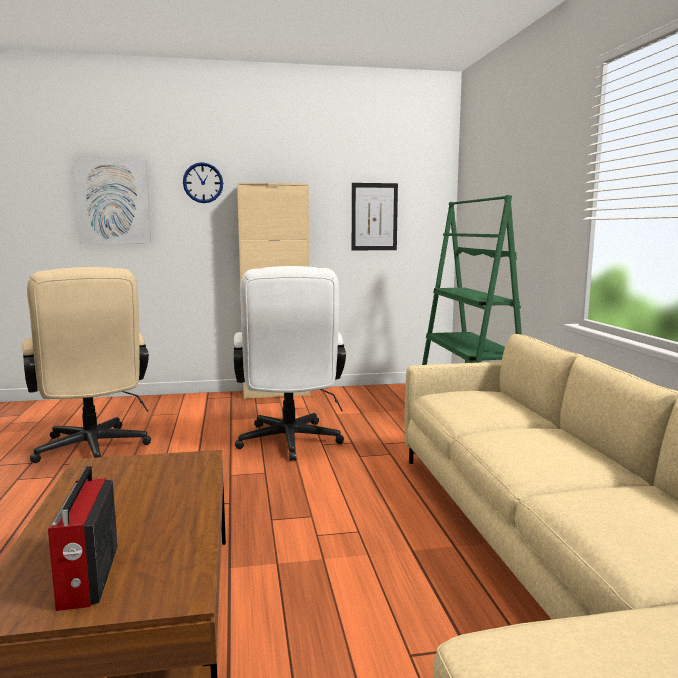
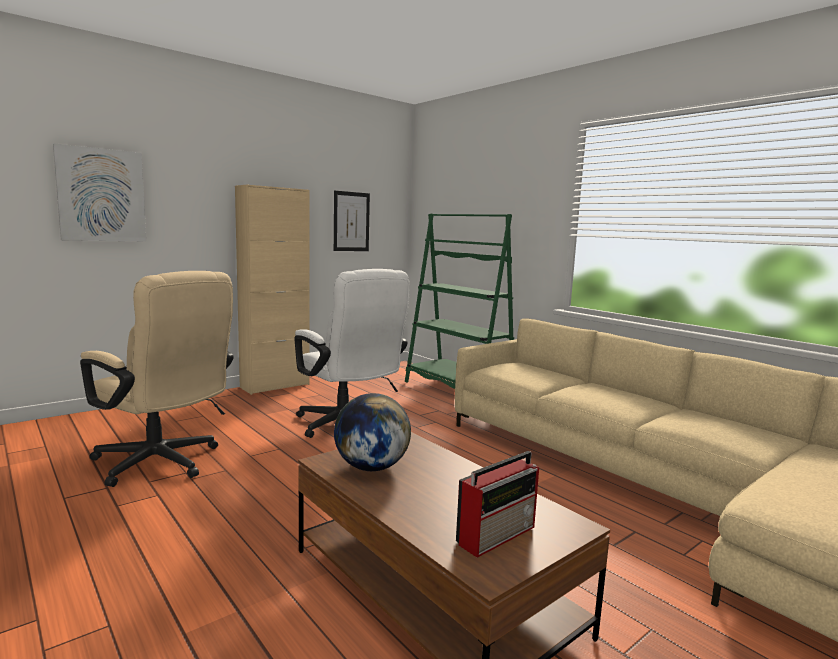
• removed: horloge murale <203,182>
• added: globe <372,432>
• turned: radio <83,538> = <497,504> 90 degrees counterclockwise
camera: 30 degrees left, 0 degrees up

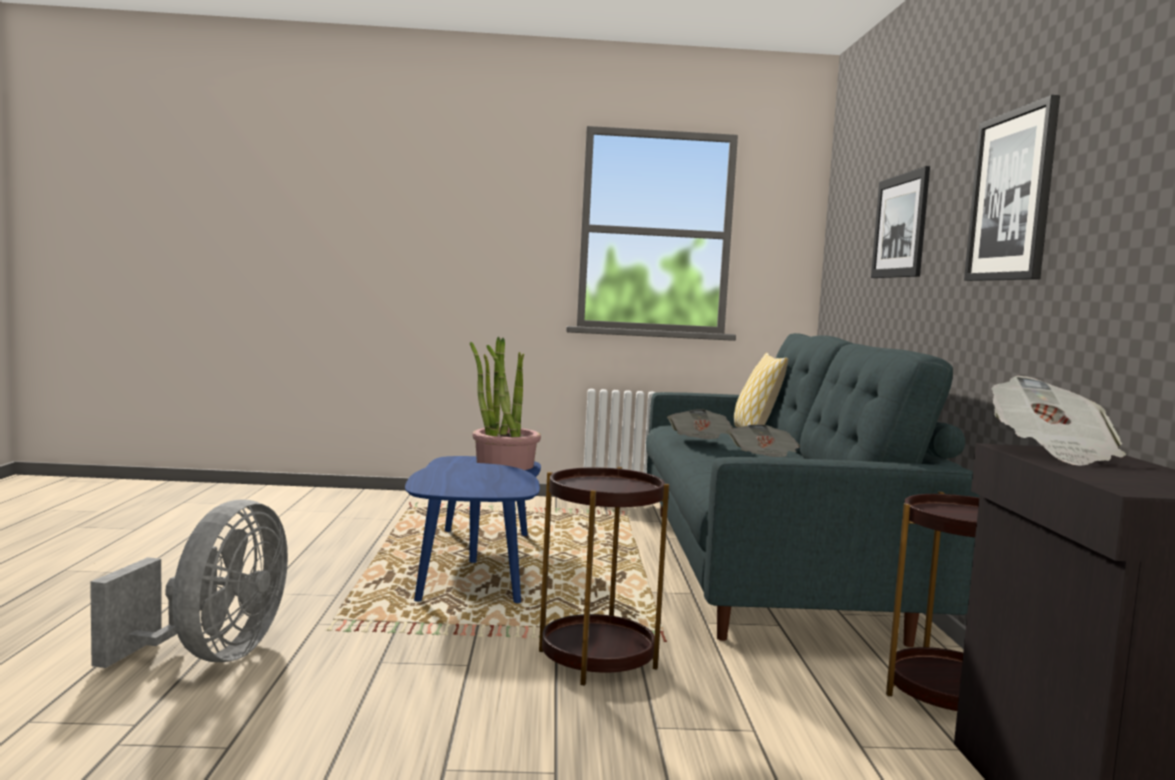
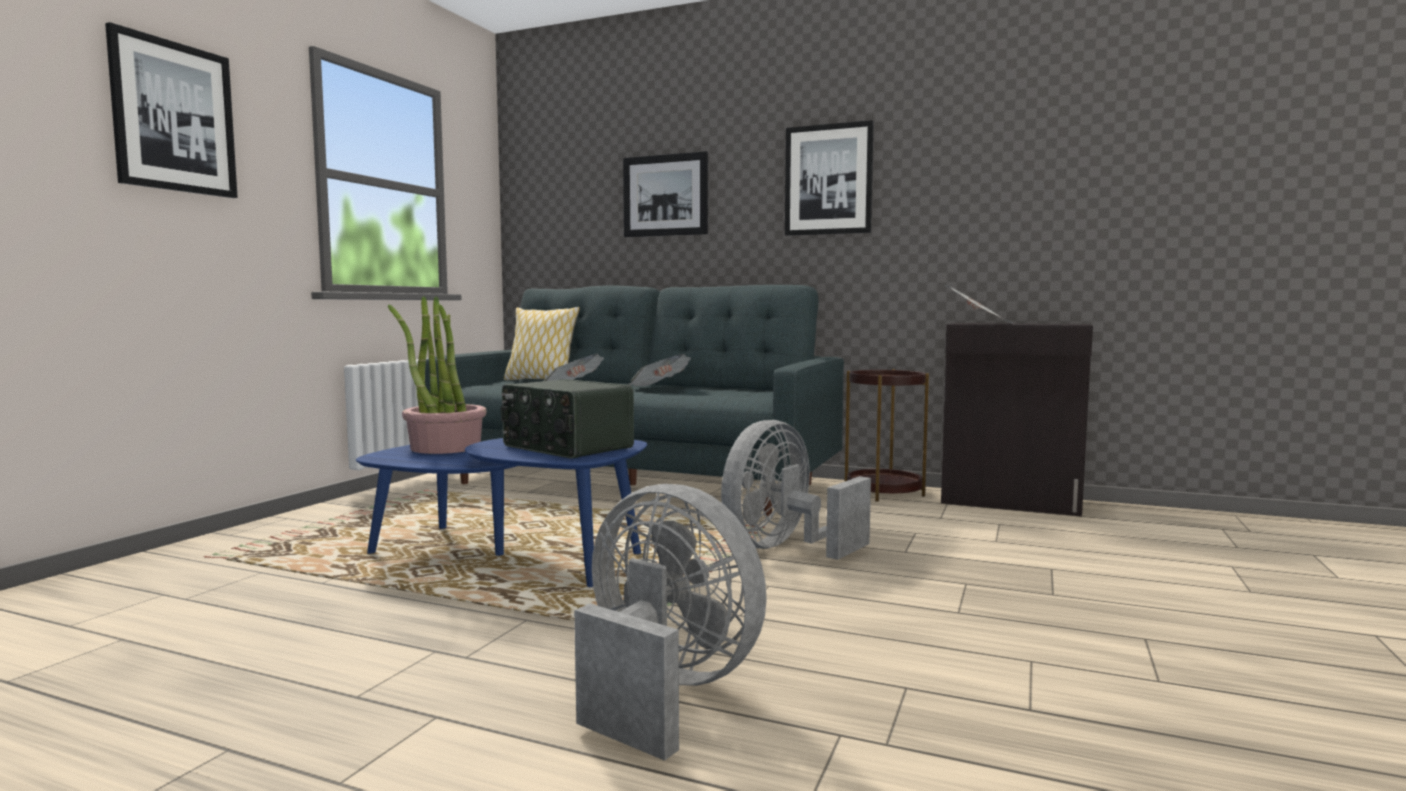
• added: tableau <171,110>
• added: radio <567,419>
• replaced: table d'appoint (marron) <604,576> to ventilateur (gris) <796,490>
camera: 65 degrees left, 0 degrees up

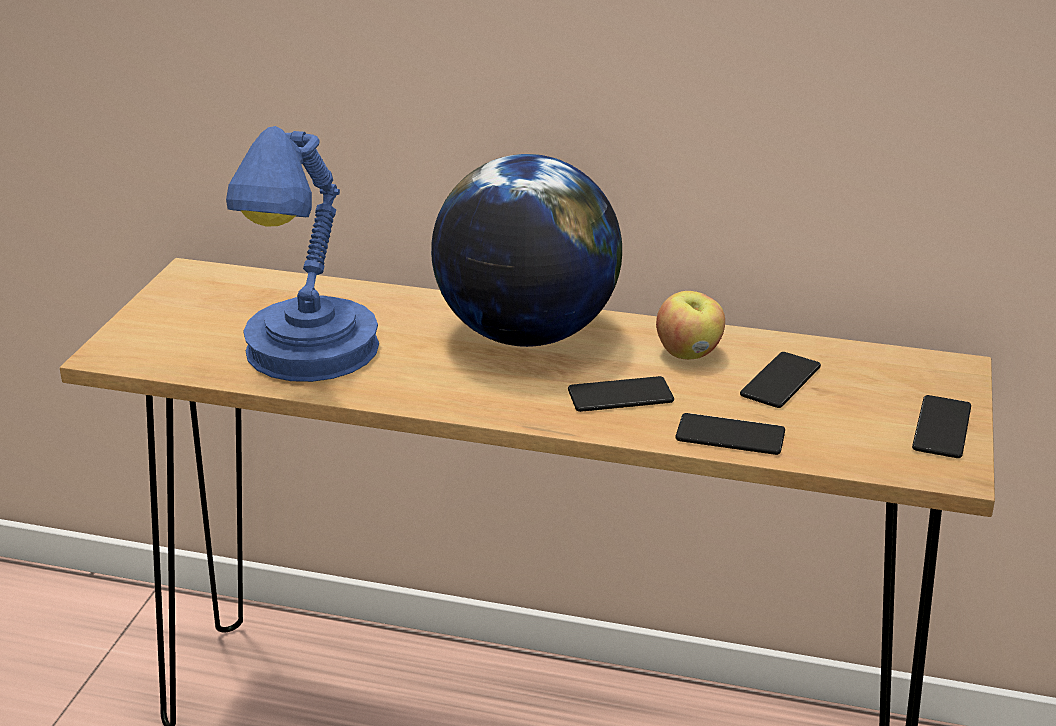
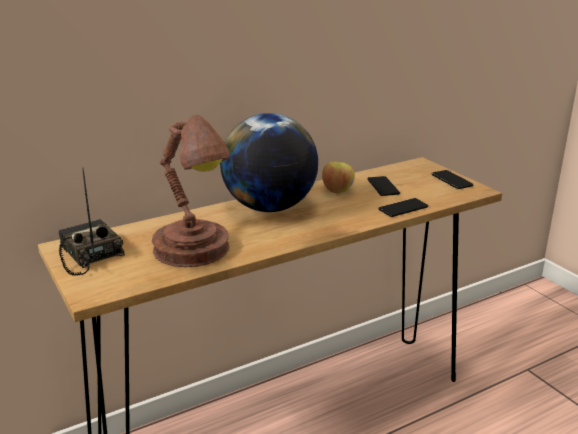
• removed: téléphone <621,394>
• added: radio <92,221>
• recoloured: lampe de table (bleu) <302,254> to lampe de table (marron) <190,191>
camera: 45 degrees left, 5 degrees down

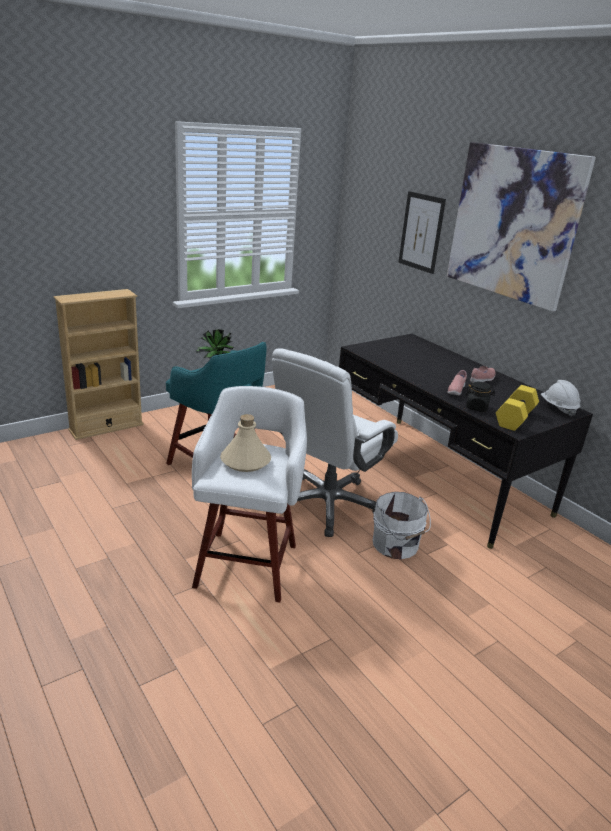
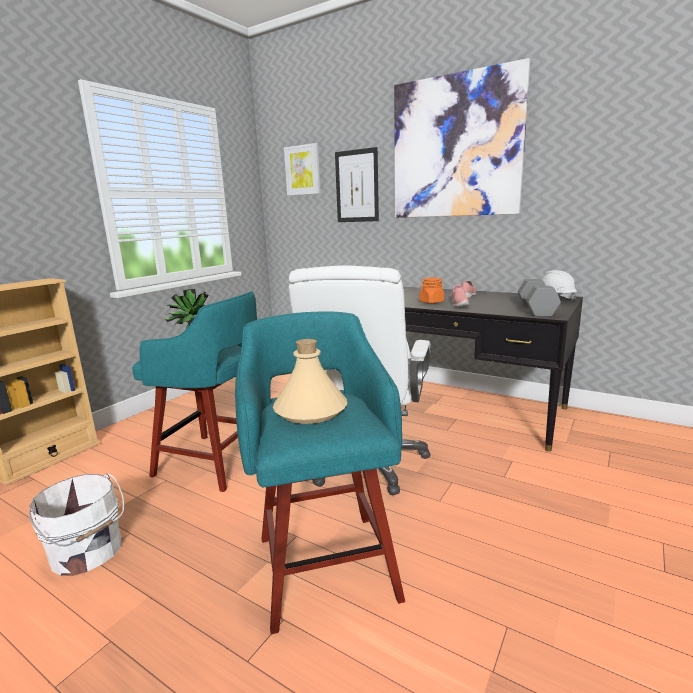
• removed: bocal (noir) <480,397>
• added: tableau <302,169>
• added: bocal (orange) <431,291>
• moved: seau (blanc) <402,525> to <76,524>
• recoloured: tabouret (blanc) <249,494> to tabouret (turquoise) <320,472>
• recoloured: haltère (jaune) <517,408> to haltère (gris) <539,297>
camera: 20 degrees left, 10 degrees down

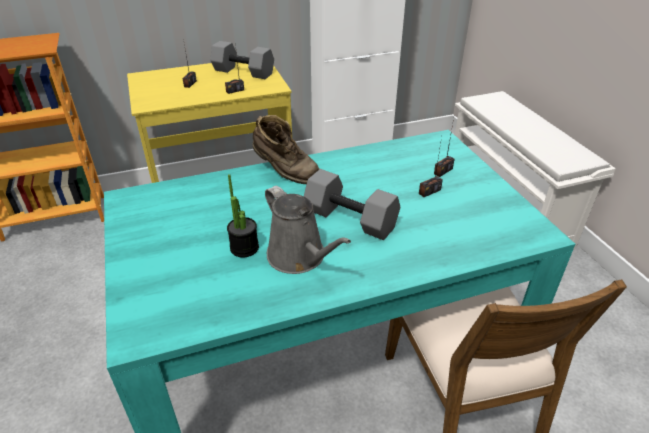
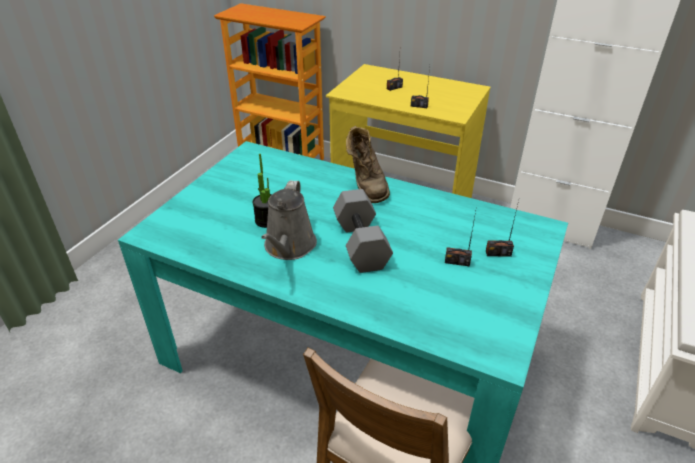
• removed: haltère (gris) <242,60>
camera: 45 degrees right, 0 degrees up

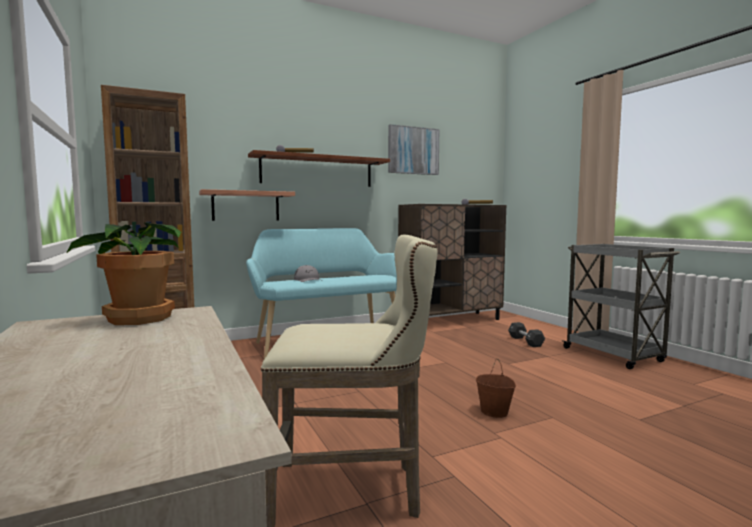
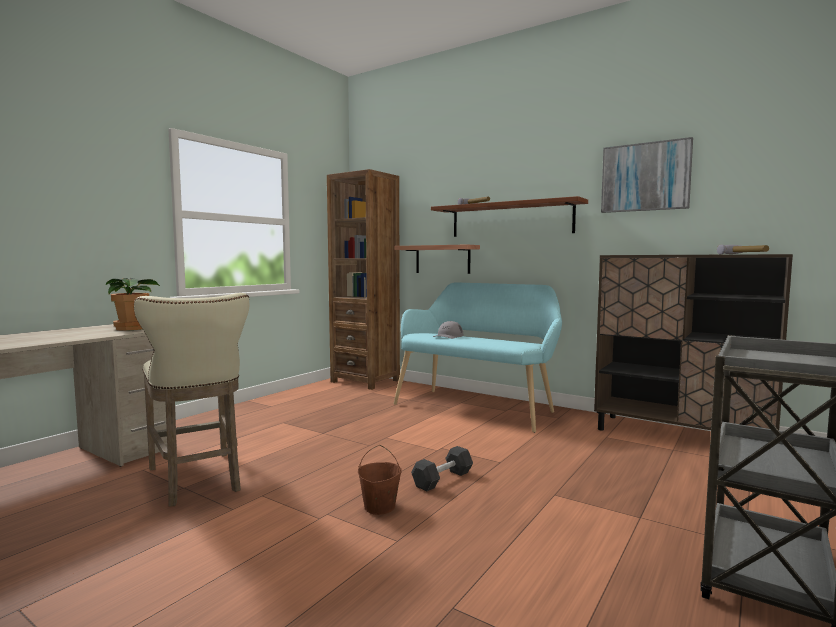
• moved: haltère (noir) <526,334> to <442,468>
camera: 60 degrees right, 0 degrees up

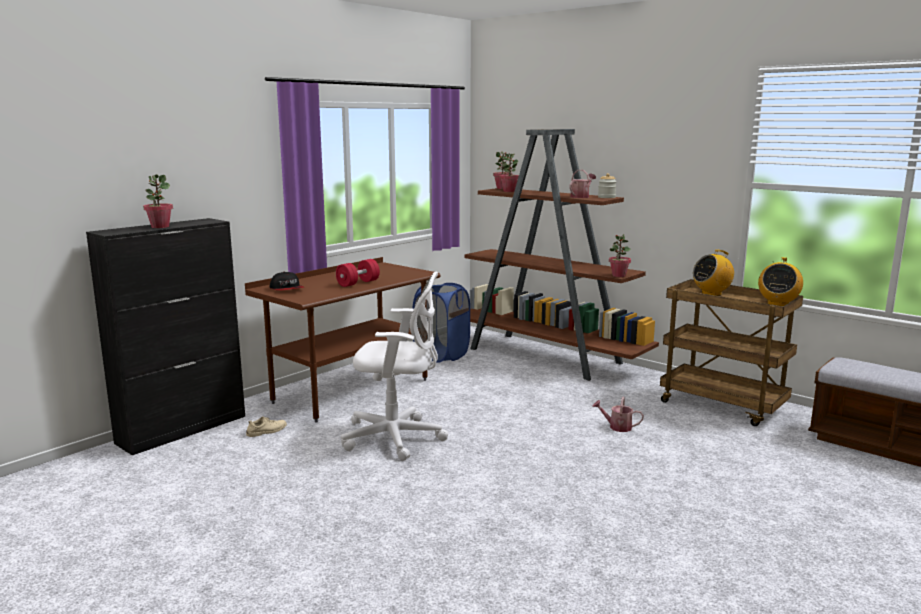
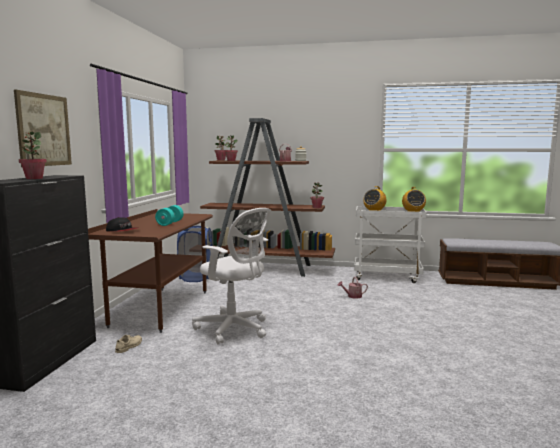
• added: tableau <43,128>
• recoloured: haltère (rouge) <358,273> to haltère (turquoise) <169,215>
• recoloured: chariot (marron) <731,352> to chariot (blanc) <390,244>
• turned: chaise de bureau (blanc) <394,366> = <231,276> 60 degrees clockwise
camera: 30 degrees left, 5 degrees down

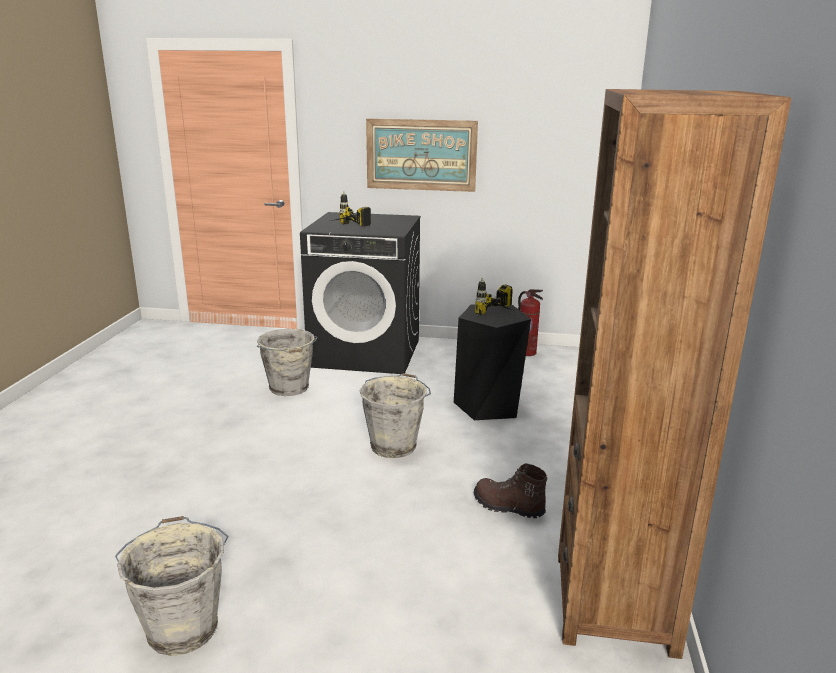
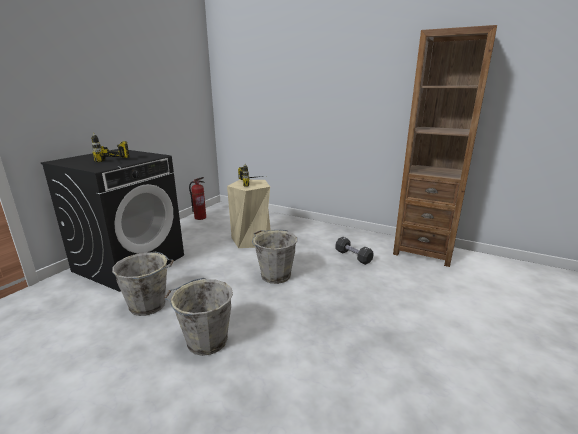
• removed: tableau <422,155>
• moved: seau (gris) <171,586> to <198,317>
• replaced: botte (marron) <510,490> to haltère (noir) <354,251>
• recoloured: tabouret (noir) <492,362> to tabouret (beige) <249,214>
camera: 70 degrees left, 0 degrees up

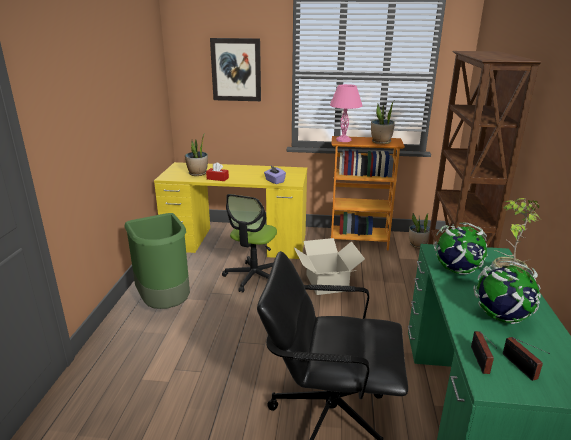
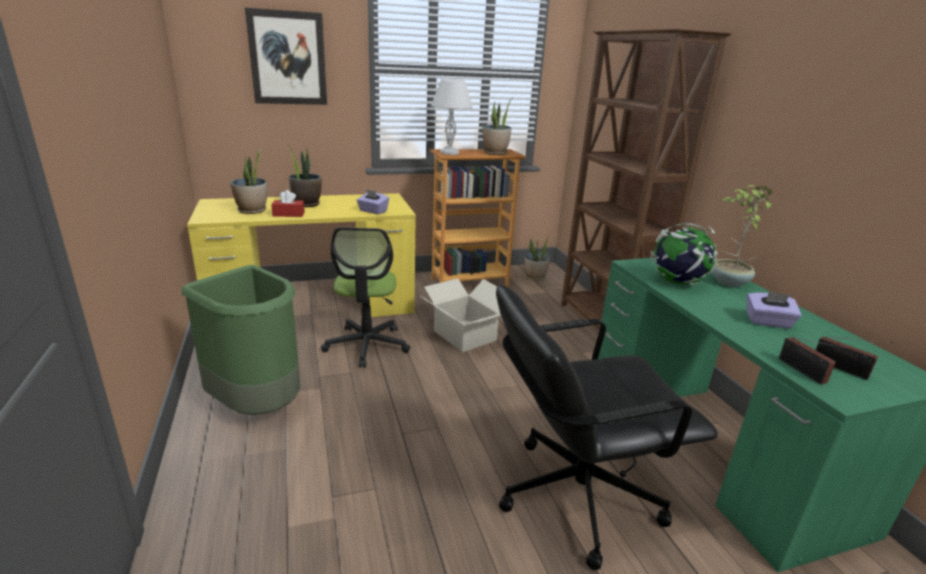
• added: plante en pot <304,175>
• replaced: globe <507,292> to boîte à mouchoirs (violet) <774,310>
• recoloured: lampe de table (rose) <346,113> to lampe de table (blanc) <452,117>
camera: 25 degrees left, 0 degrees up

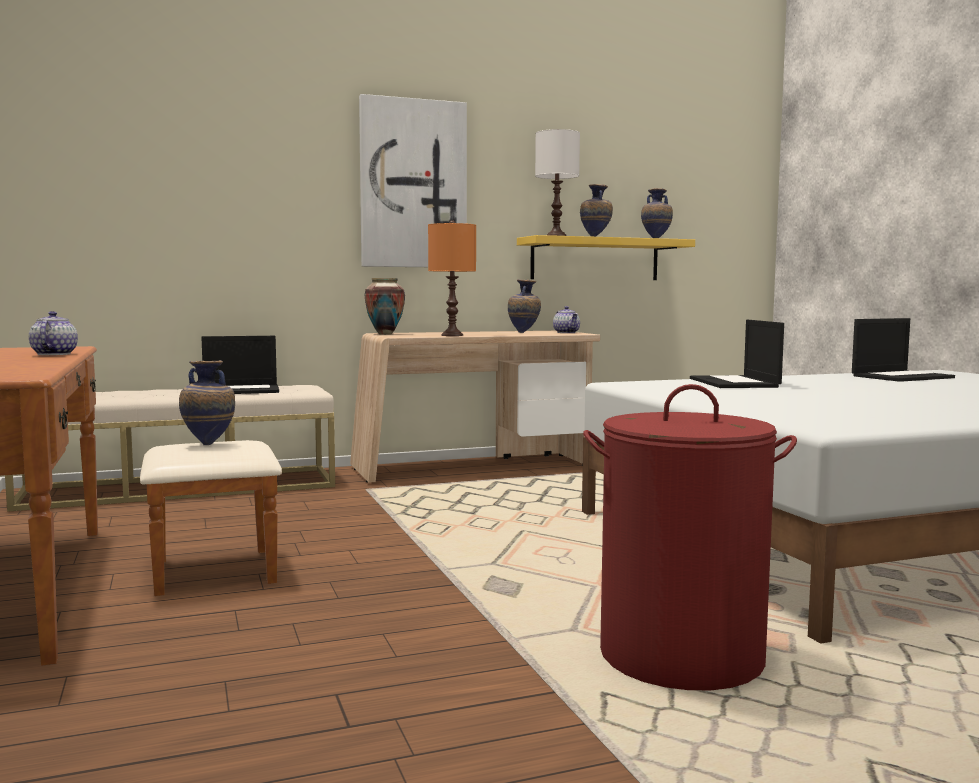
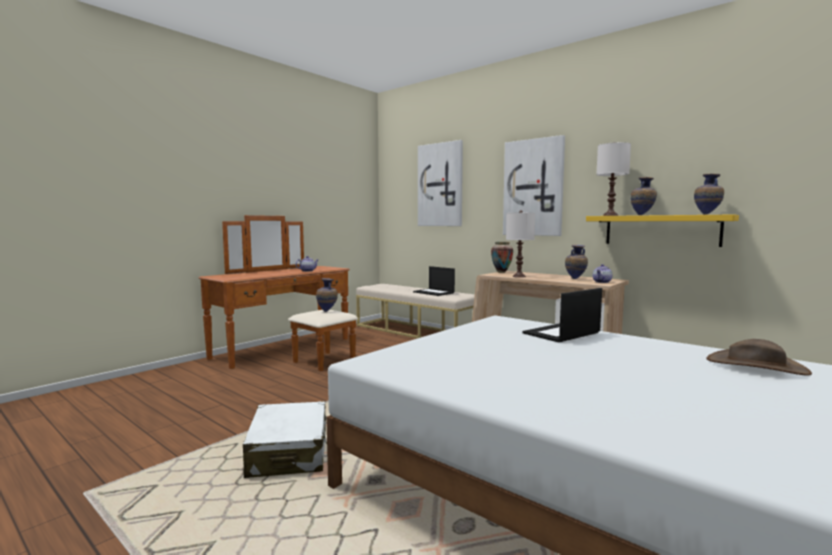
• added: tableau <440,183>
• replaced: panier à linge (rouge) <690,537> to valise (blanc) <285,439>
• replaced: ordinateur portable <903,350> to chapeau (marron) <759,357>
• recoloured: lampe de table (orange) <452,278> to lampe de table (blanc) <520,244>
camera: 60 degrees right, 0 degrees up

